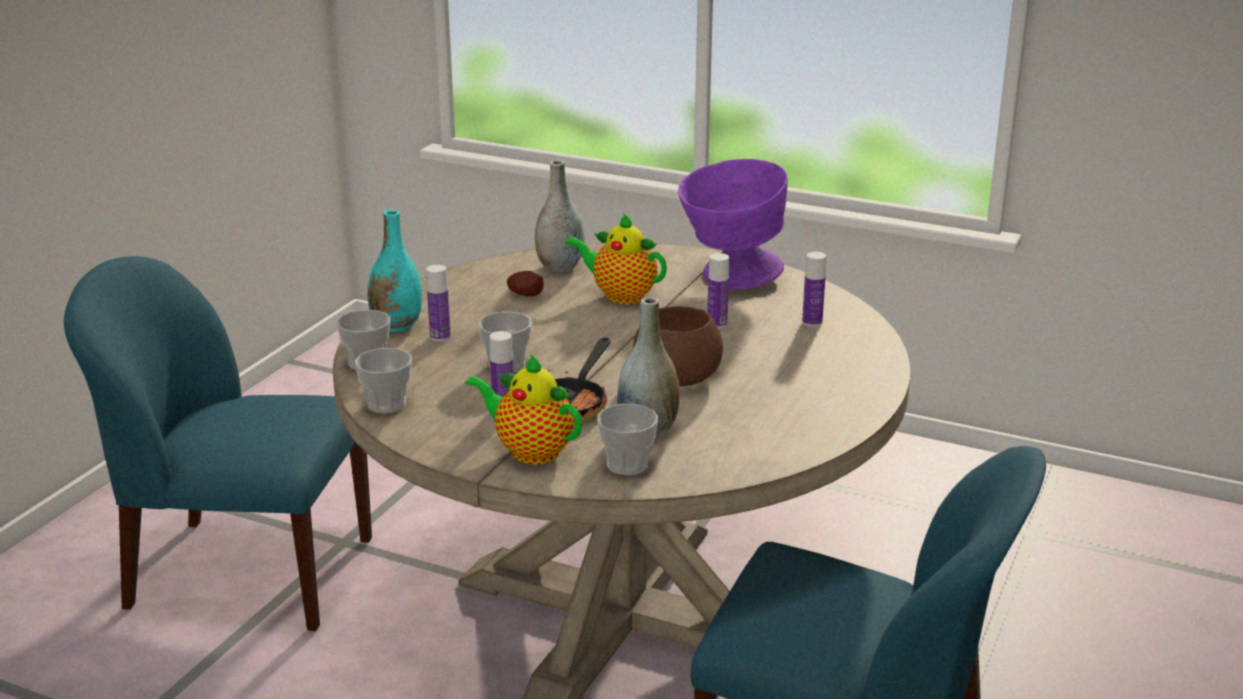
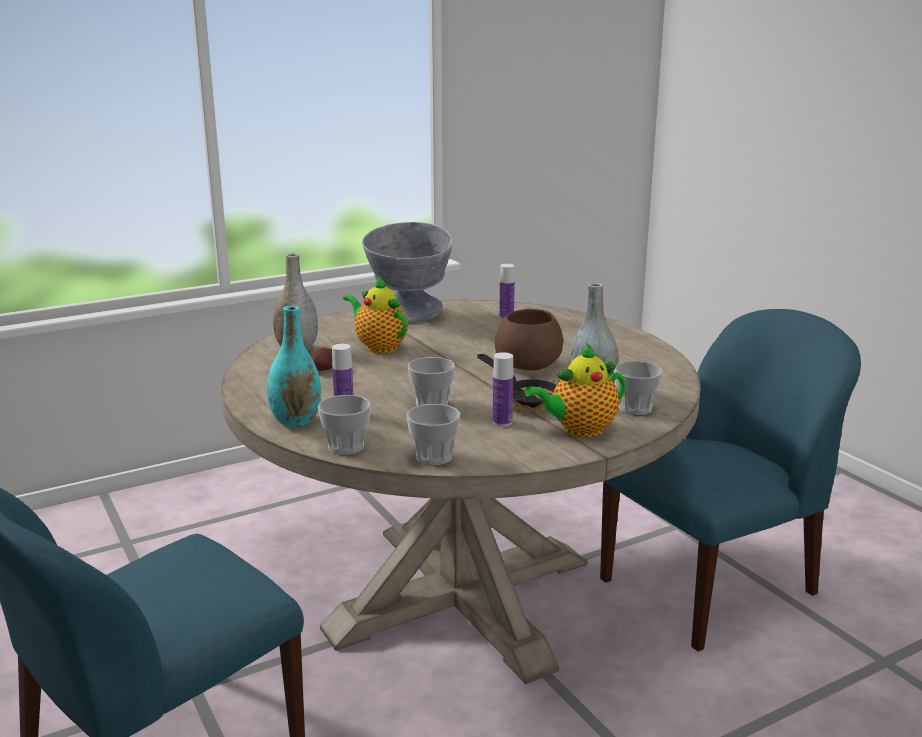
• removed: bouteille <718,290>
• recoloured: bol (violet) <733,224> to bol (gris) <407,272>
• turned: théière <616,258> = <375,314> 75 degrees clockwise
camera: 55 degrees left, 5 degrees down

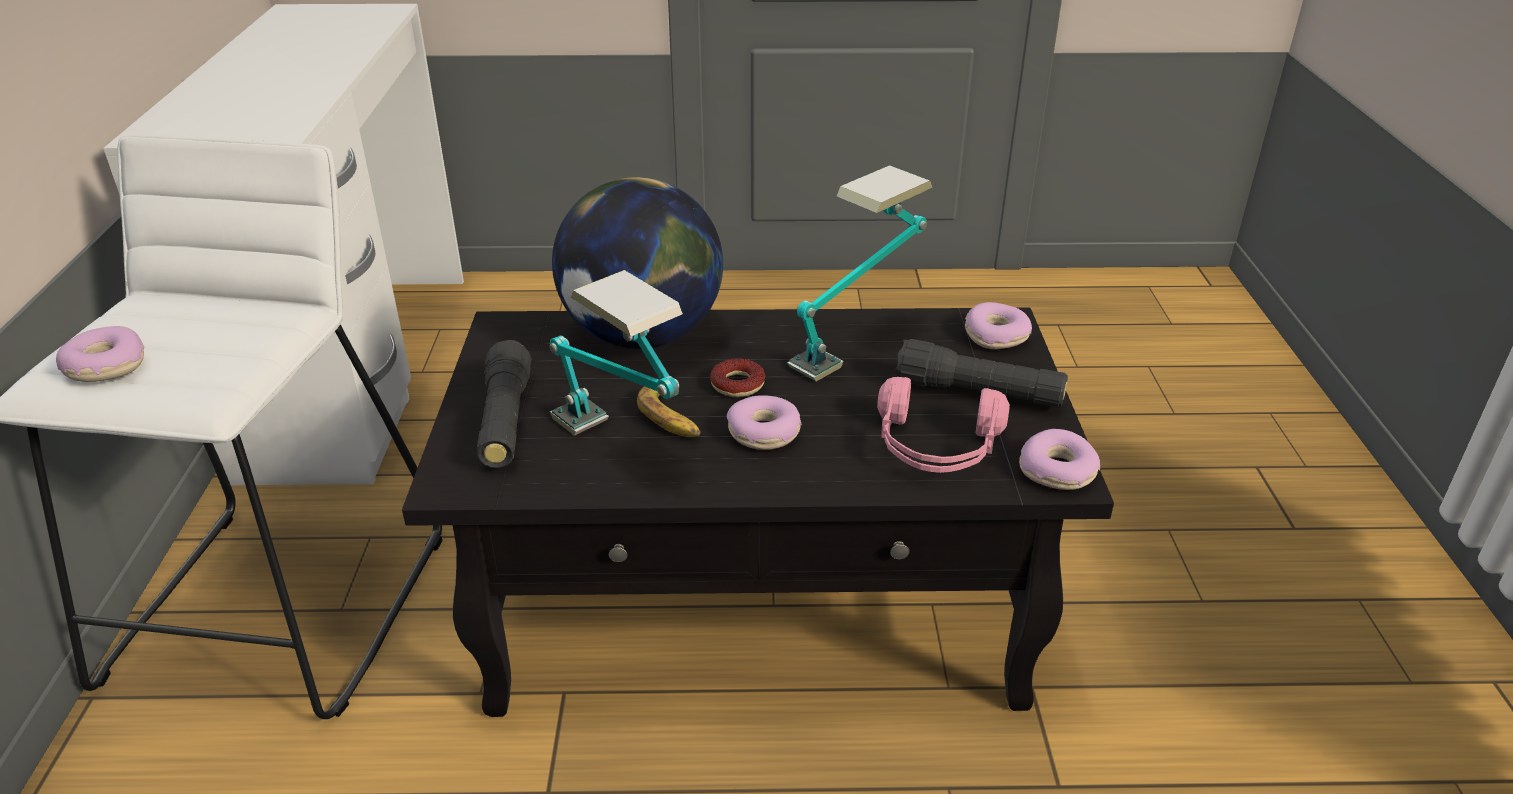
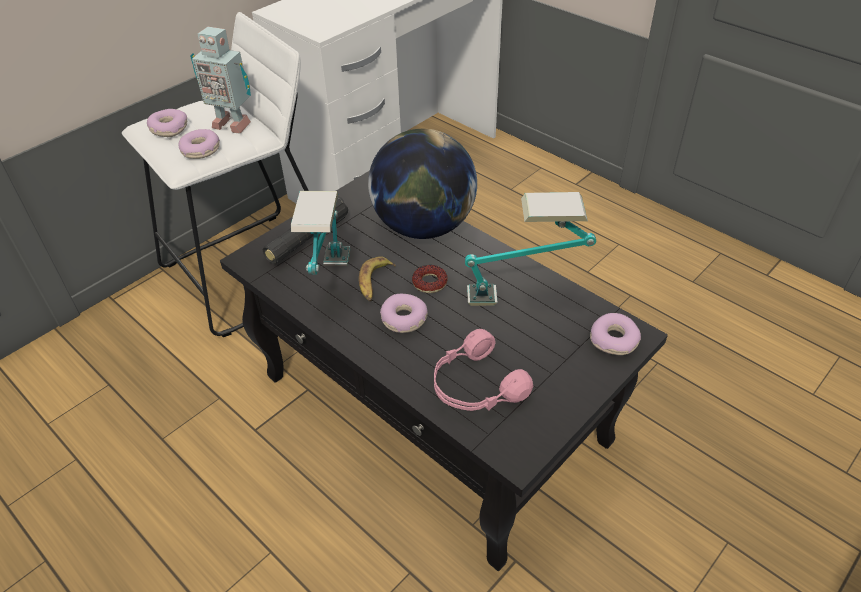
• removed: lampe de poche (noir) <981,373>
• added: robot jouet <220,80>
• moved: beignet <1059,459> to <199,144>
camera: 45 degrees right, 10 degrees up

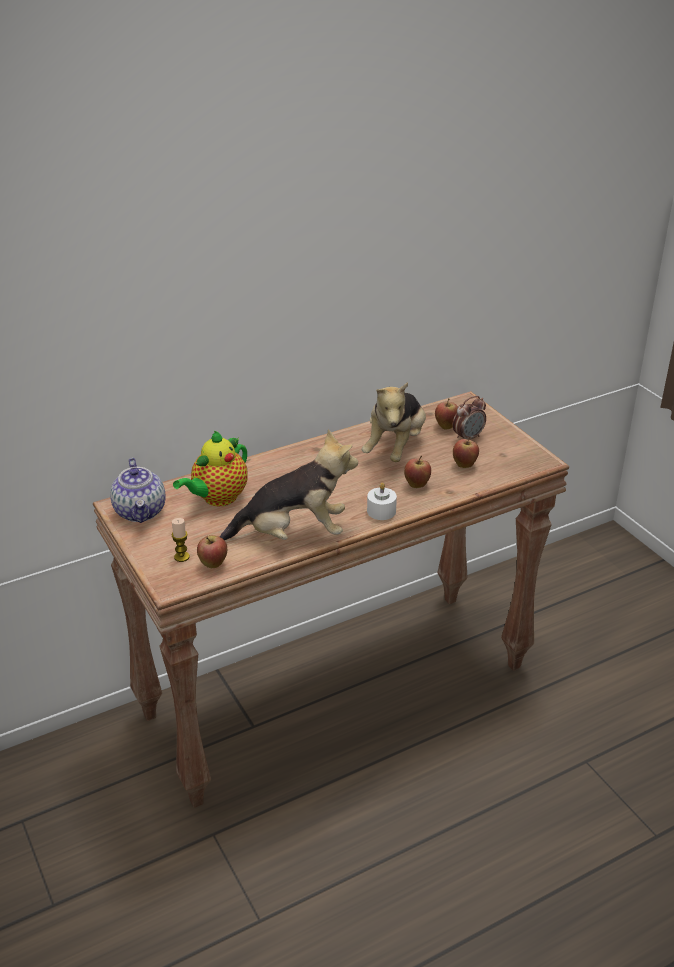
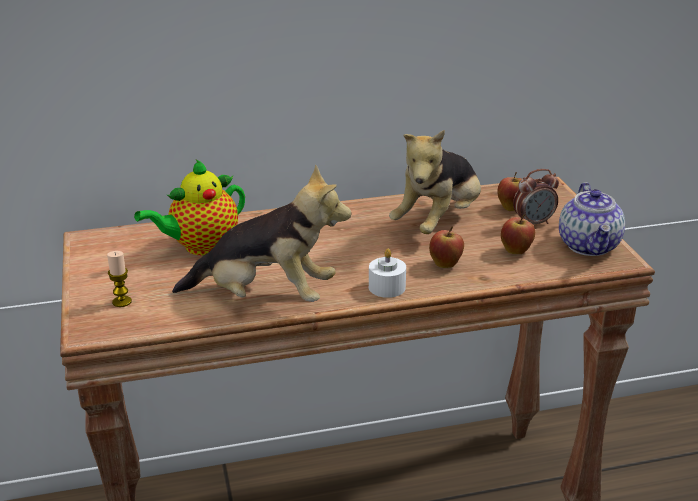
• removed: pomme <212,551>
• moved: théière <137,490> to <592,219>
camera: 15 degrees right, 5 degrees down

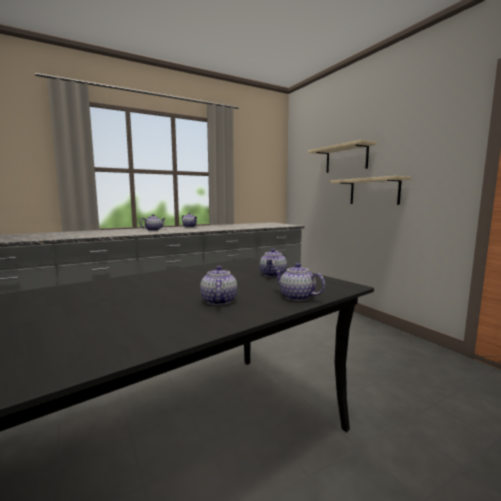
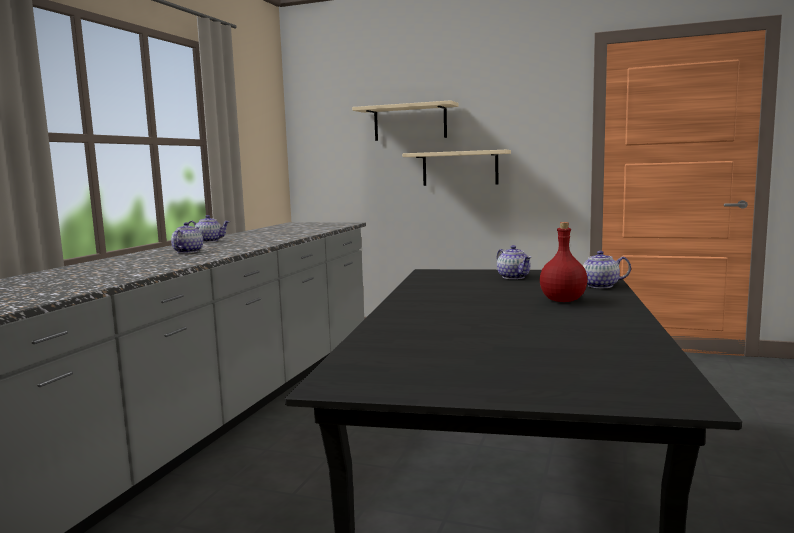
• replaced: théière <218,285> to bouteille (rouge) <563,262>
camera: 40 degrees left, 0 degrees up

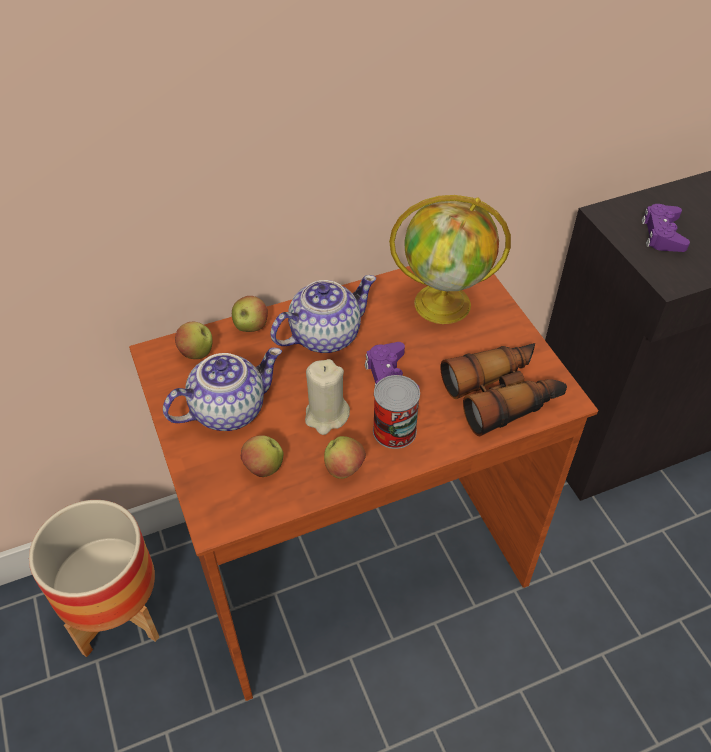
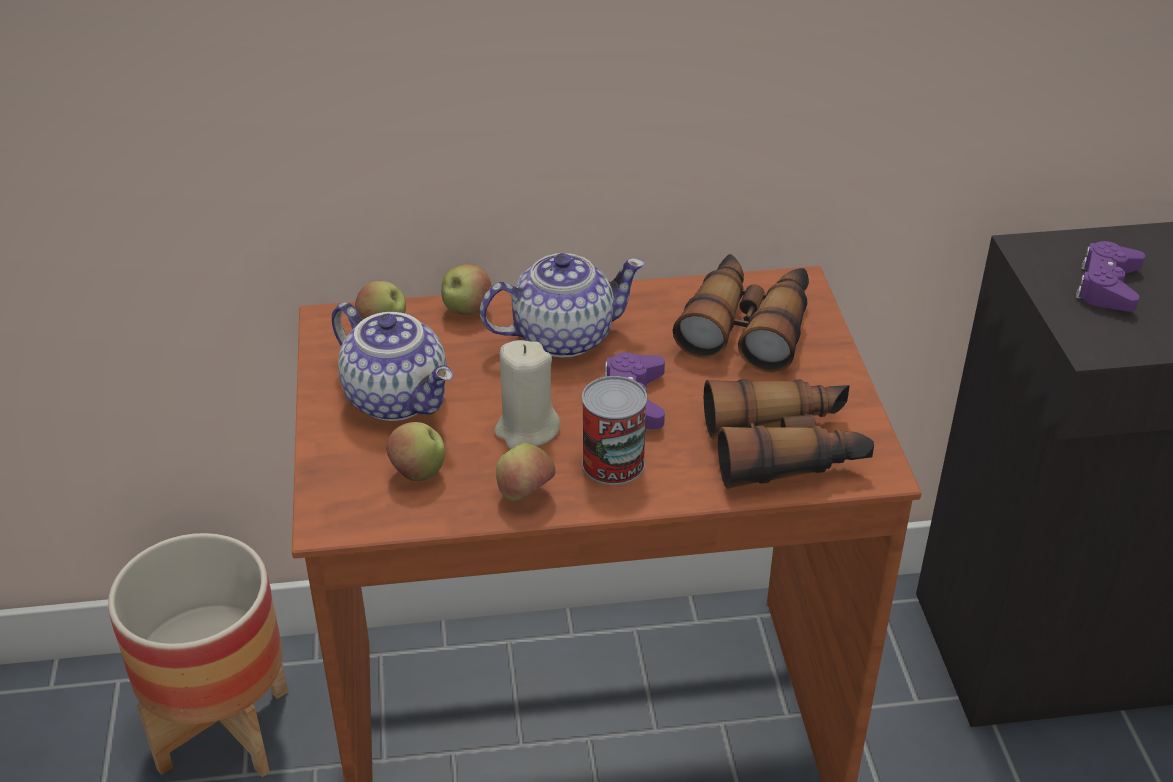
• replaced: globe <450,259> to jumelles <741,313>
• turned: théière <222,389> = <392,362> 60 degrees clockwise
camera: 15 degrees right, 10 degrees down

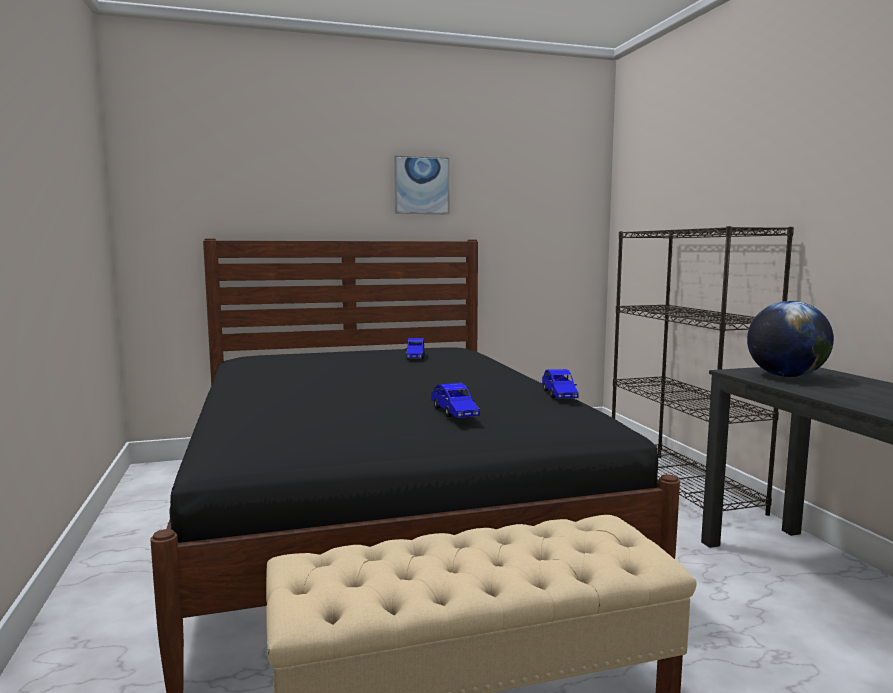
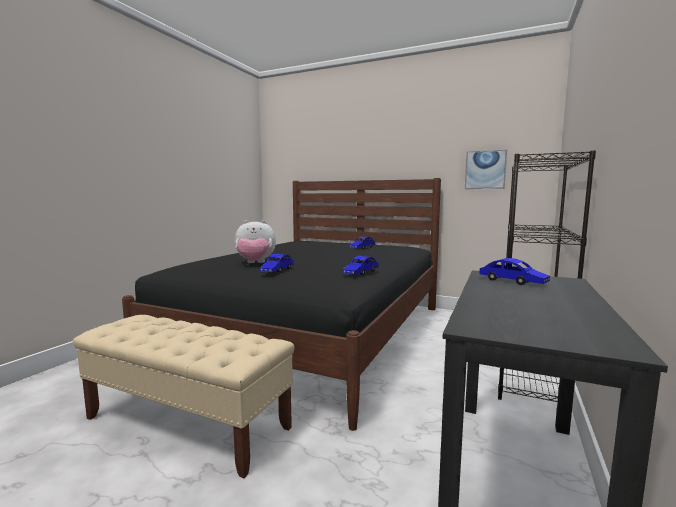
• added: peluche <255,241>
• moved: tableau <422,184> to <486,169>
• replaced: globe <790,339> to petite voiture (bleu) <514,271>
camera: 40 degrees right, 0 degrees up

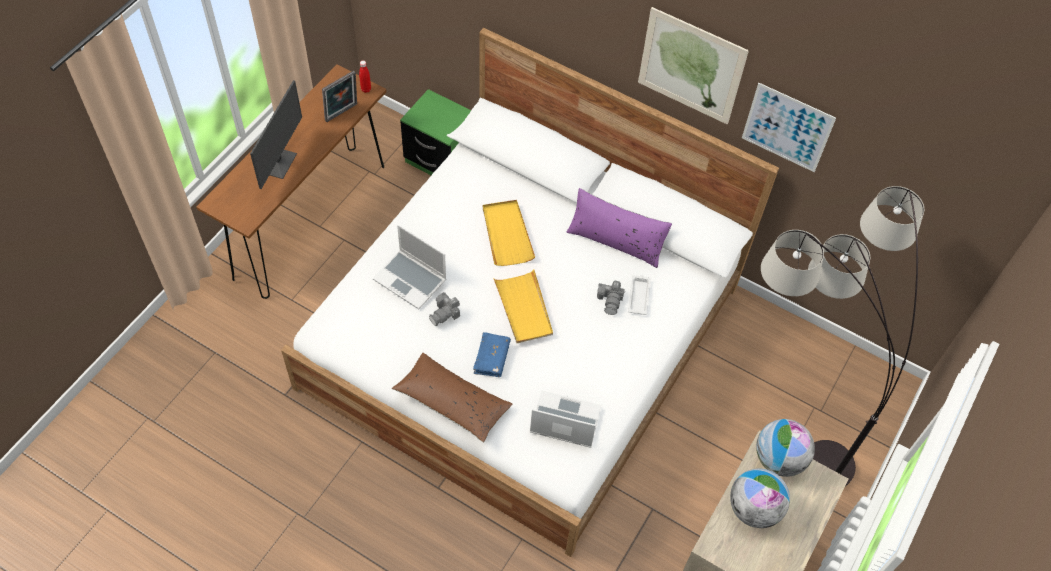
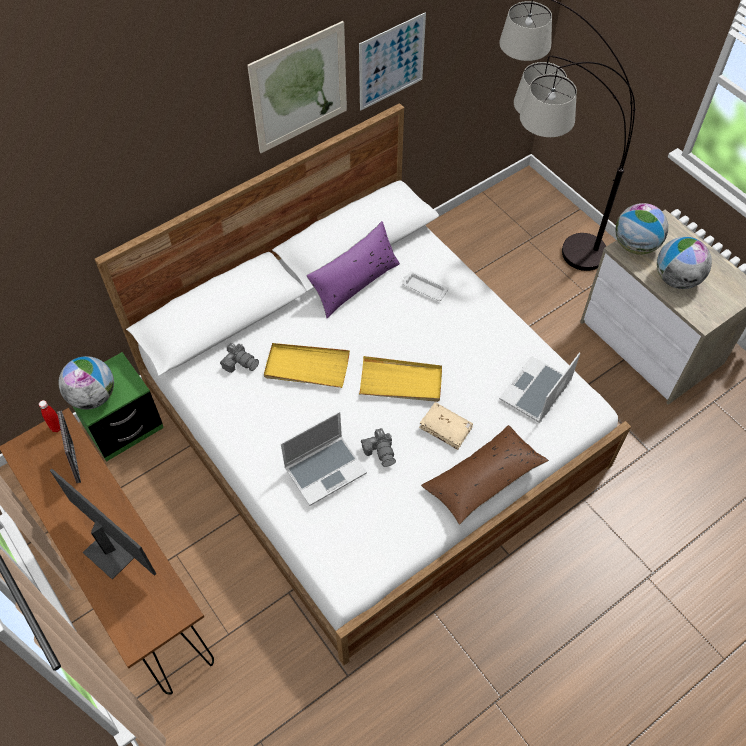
• added: globe <86,382>
• moved: appareil photo <611,297> to <239,358>
• recoloured: livre (bleu) <492,354> to livre (beige) <446,426>
camera: 65 degrees left, 0 degrees up

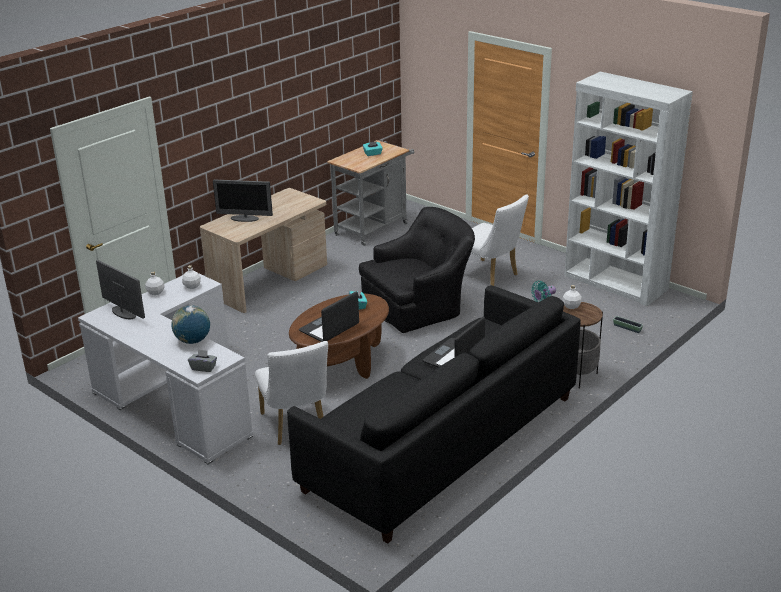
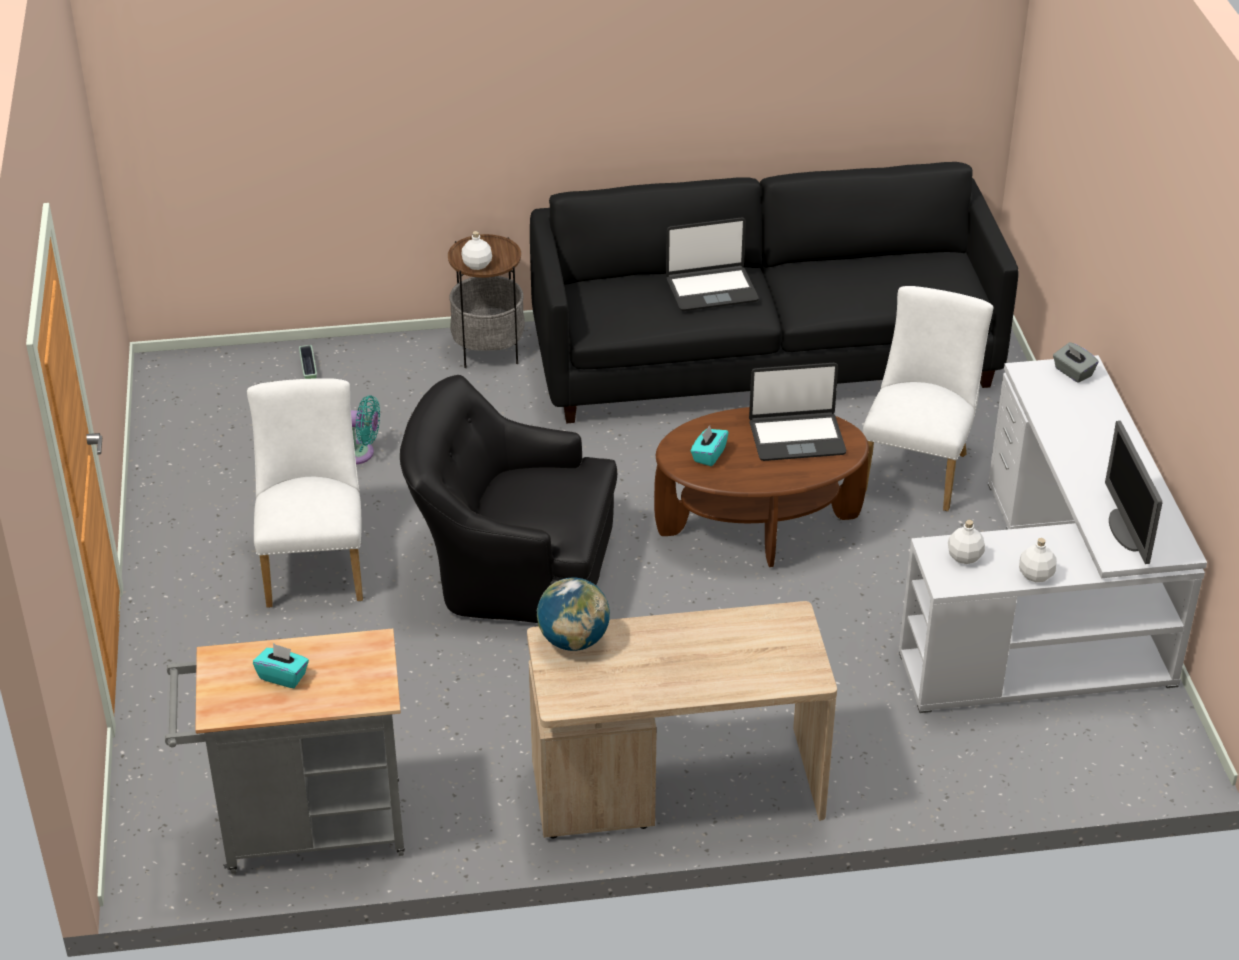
• removed: écran d'ordinateur <243,201>
• removed: bibliothèque (blanc) <628,189>
• moved: globe <190,325> to <573,614>
camera: 140 degrees left, 10 degrees up

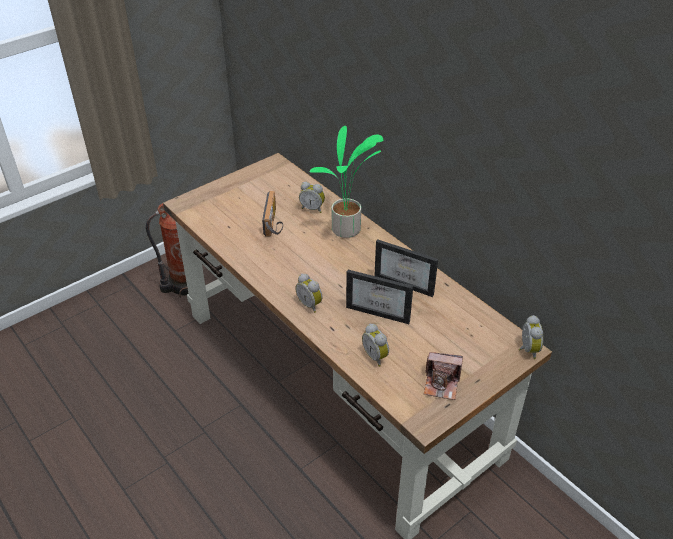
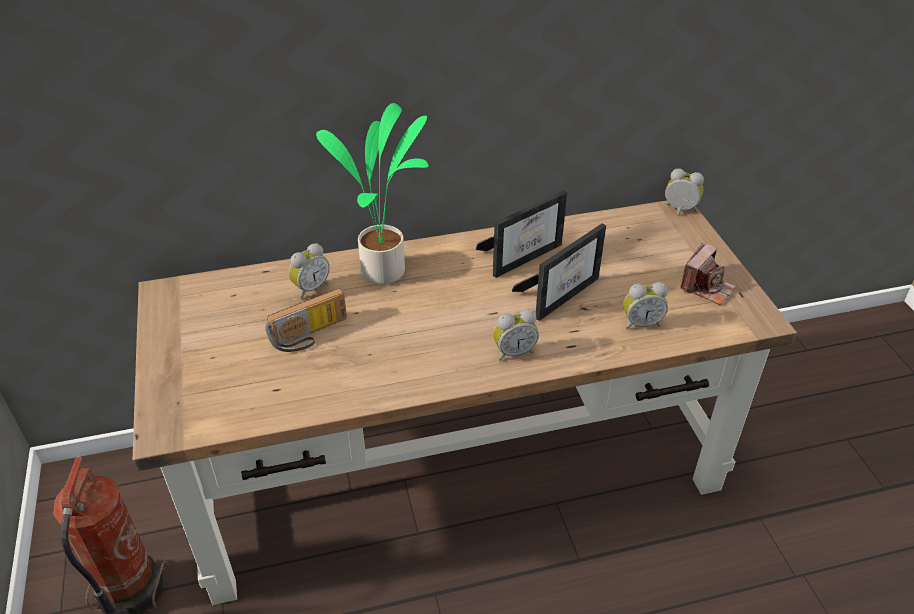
• turned: radio <272,214> = <306,320> 120 degrees clockwise
camera: 65 degrees left, 0 degrees up

